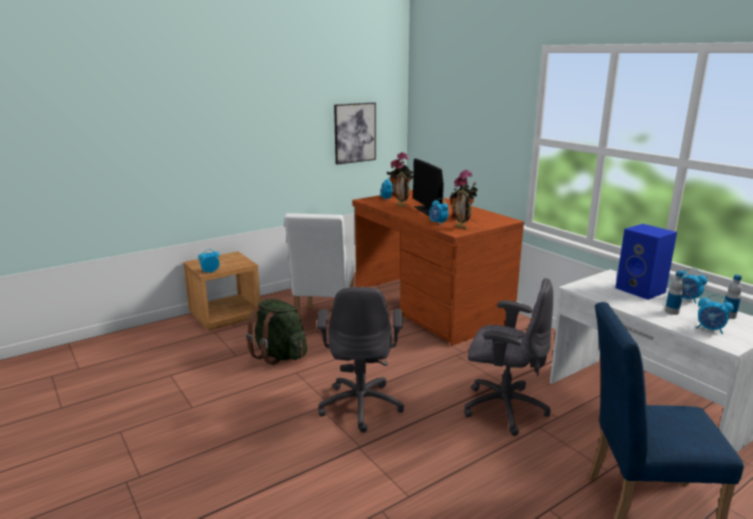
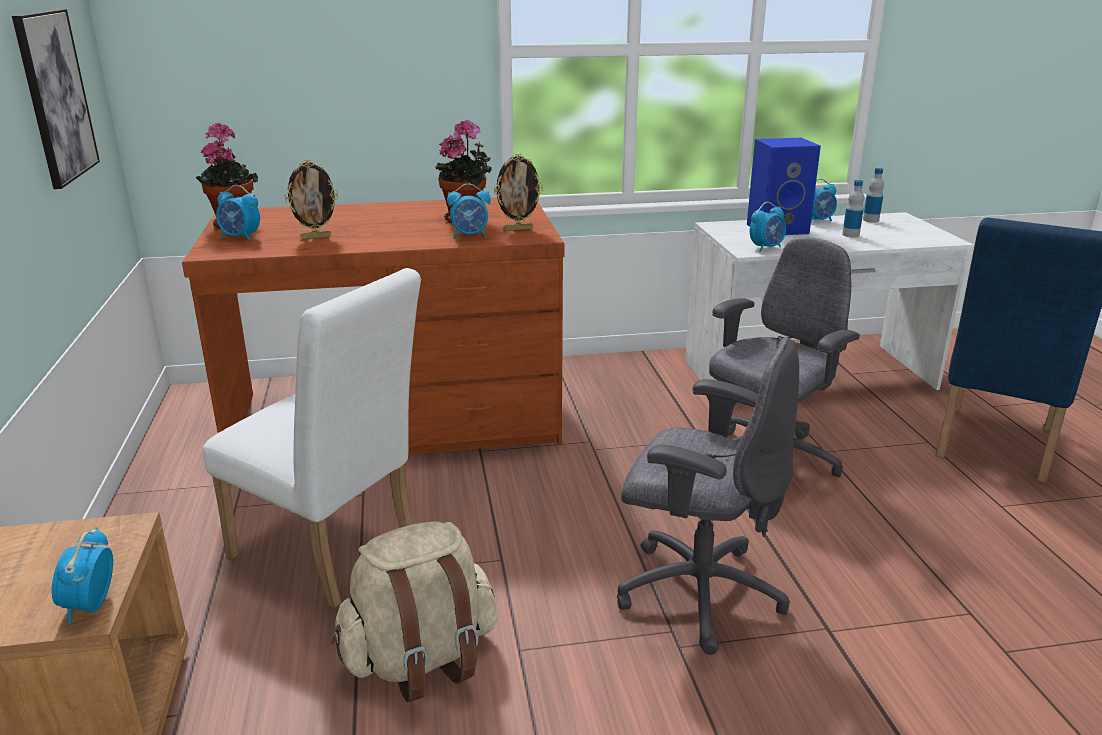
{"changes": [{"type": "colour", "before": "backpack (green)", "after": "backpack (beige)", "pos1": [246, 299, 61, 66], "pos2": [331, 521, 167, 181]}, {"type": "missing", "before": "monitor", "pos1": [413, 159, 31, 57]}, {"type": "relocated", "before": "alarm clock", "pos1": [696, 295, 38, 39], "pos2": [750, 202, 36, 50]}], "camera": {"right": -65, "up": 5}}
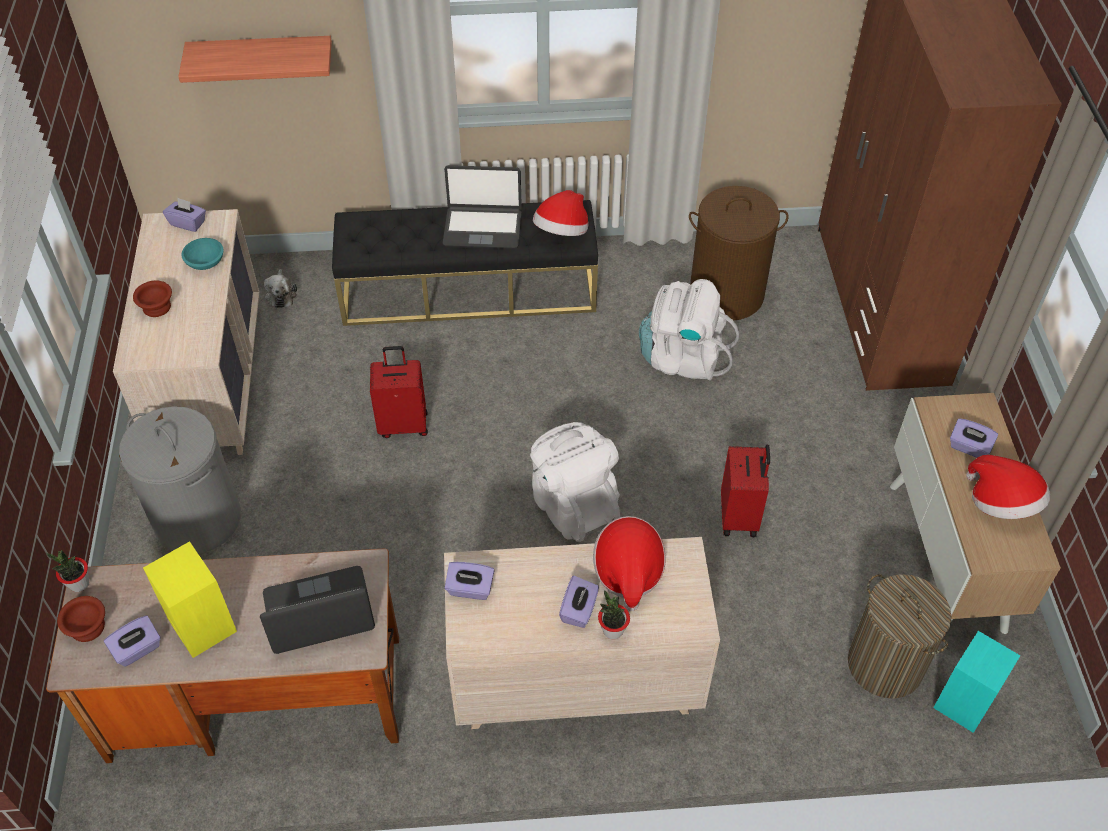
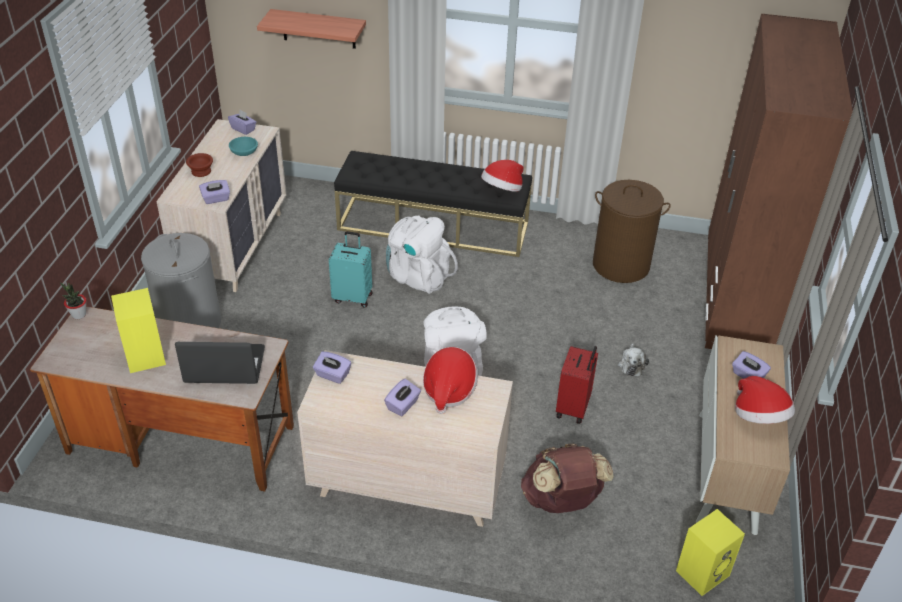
{"changes": [{"type": "missing", "before": "bowl (brown)", "pos1": [57, 596, 48, 46]}, {"type": "relocated", "before": "tissue box (purple)", "pos1": [104, 615, 57, 51], "pos2": [199, 180, 31, 24]}, {"type": "relocated", "before": "plush toy", "pos1": [264, 269, 33, 39], "pos2": [618, 343, 31, 33]}, {"type": "colour", "before": "suitcase (red)", "after": "suitcase (turquoise)", "pos1": [370, 346, 58, 92], "pos2": [329, 231, 44, 77]}, {"type": "missing", "before": "laptop", "pos1": [443, 165, 79, 84]}, {"type": "missing", "before": "potted plant", "pos1": [598, 590, 32, 49]}, {"type": "relocated", "before": "backpack (white)", "pos1": [639, 279, 100, 102], "pos2": [386, 216, 72, 78]}, {"type": "missing", "before": "laundry basket", "pos1": [848, 574, 103, 125]}, {"type": "colour", "before": "speaker (turquoise)", "after": "speaker (yellow)", "pos1": [933, 631, 87, 102], "pos2": [676, 509, 69, 87]}, {"type": "appeared", "after": "backpack (brown)", "pos2": [521, 443, 93, 70]}], "camera": {"right": 15, "up": -10}}
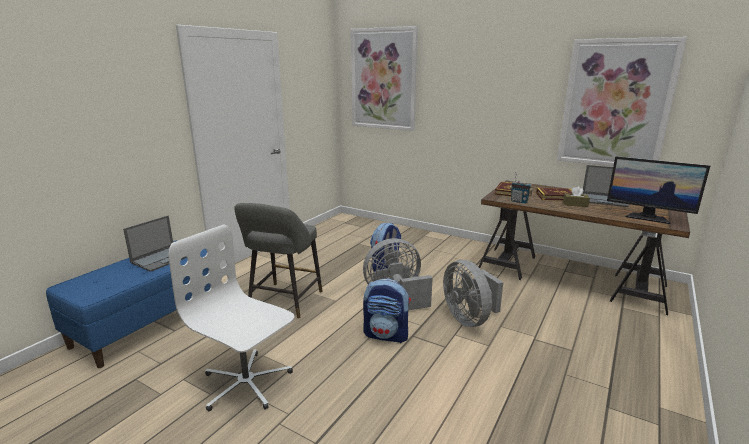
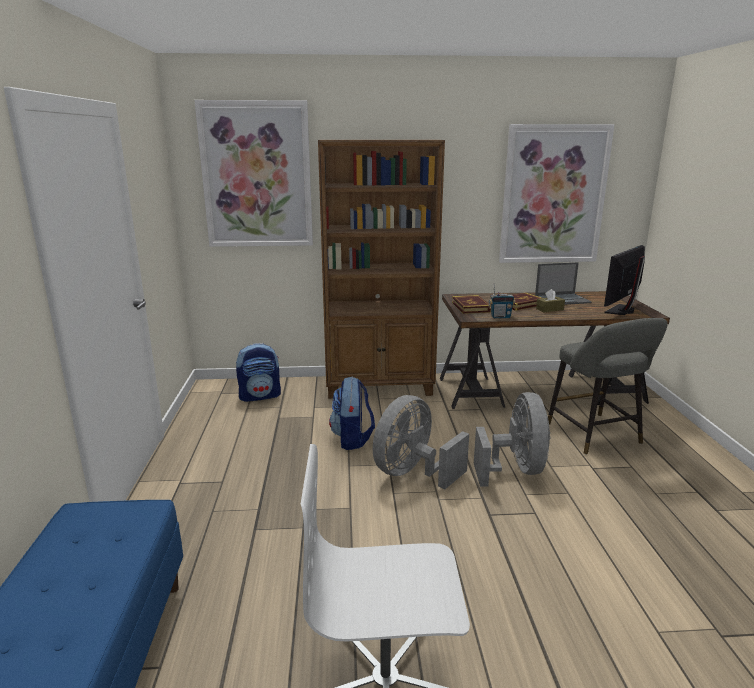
{"changes": [{"type": "missing", "before": "laptop", "pos1": [123, 215, 64, 57]}, {"type": "relocated", "before": "stool (grey)", "pos1": [234, 203, 89, 116], "pos2": [548, 318, 120, 137]}, {"type": "relocated", "before": "backpack", "pos1": [363, 278, 48, 65], "pos2": [236, 343, 45, 59]}, {"type": "spun", "before": "fan (grey)", "pos1": [443, 260, 60, 67], "pos2": [474, 392, 77, 95], "turn": -120}, {"type": "spun", "before": "monitor", "pos1": [607, 156, 103, 68], "pos2": [604, 245, 41, 70], "turn": 135}, {"type": "appeared", "after": "bookcase (brown)", "pos2": [318, 140, 127, 258]}], "camera": {"right": -35, "up": 0}}
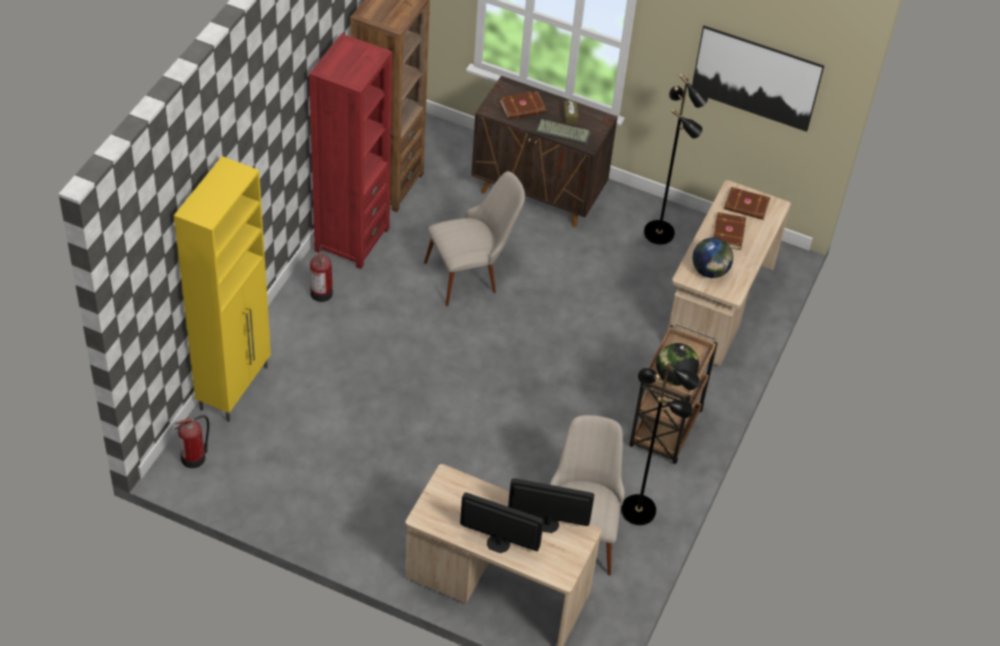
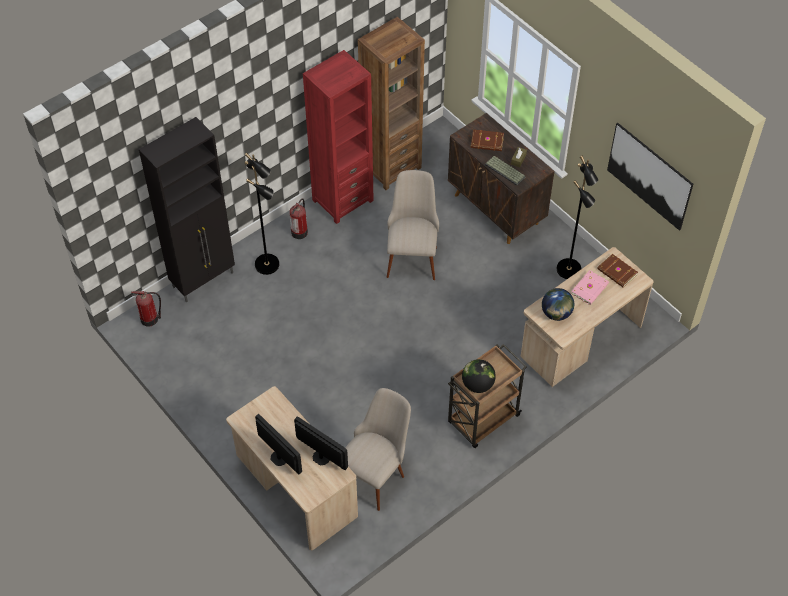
{"changes": [{"type": "colour", "before": "cabinet (yellow)", "after": "cabinet (black)", "pos1": [174, 156, 97, 266], "pos2": [139, 117, 96, 185]}, {"type": "spun", "before": "chair (beige)", "pos1": [424, 171, 101, 135], "pos2": [387, 170, 52, 110], "turn": -90}, {"type": "relocated", "before": "floor lamp (black)", "pos1": [621, 362, 79, 163], "pos2": [245, 153, 34, 122]}, {"type": "colour", "before": "book (brown)", "after": "book (pink)", "pos1": [713, 212, 33, 38], "pos2": [571, 270, 38, 35]}], "camera": {"right": 30, "up": 5}}
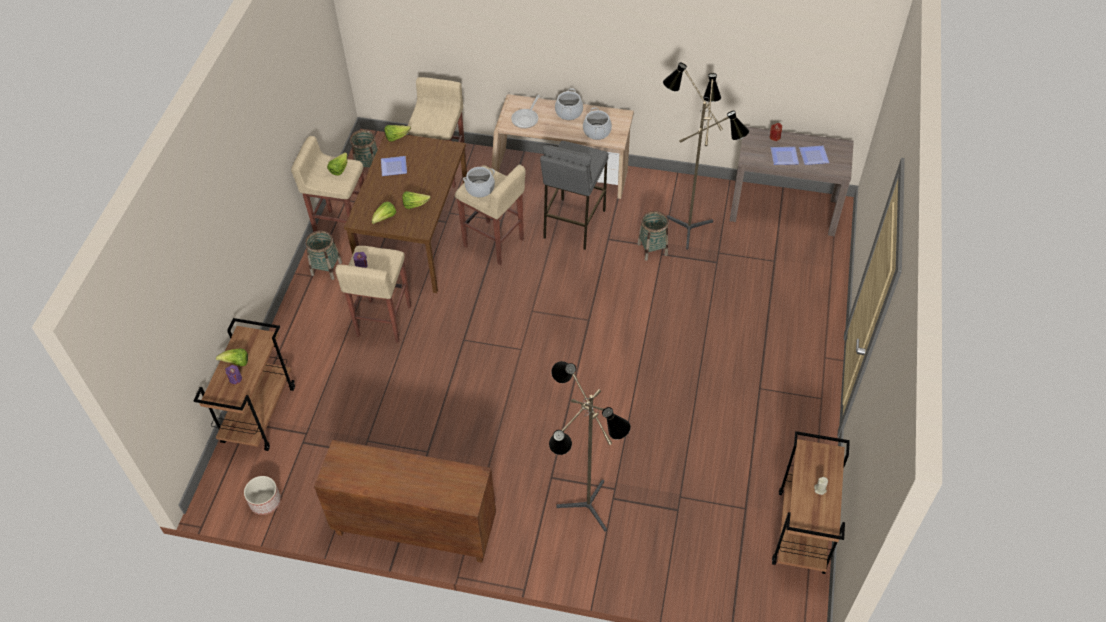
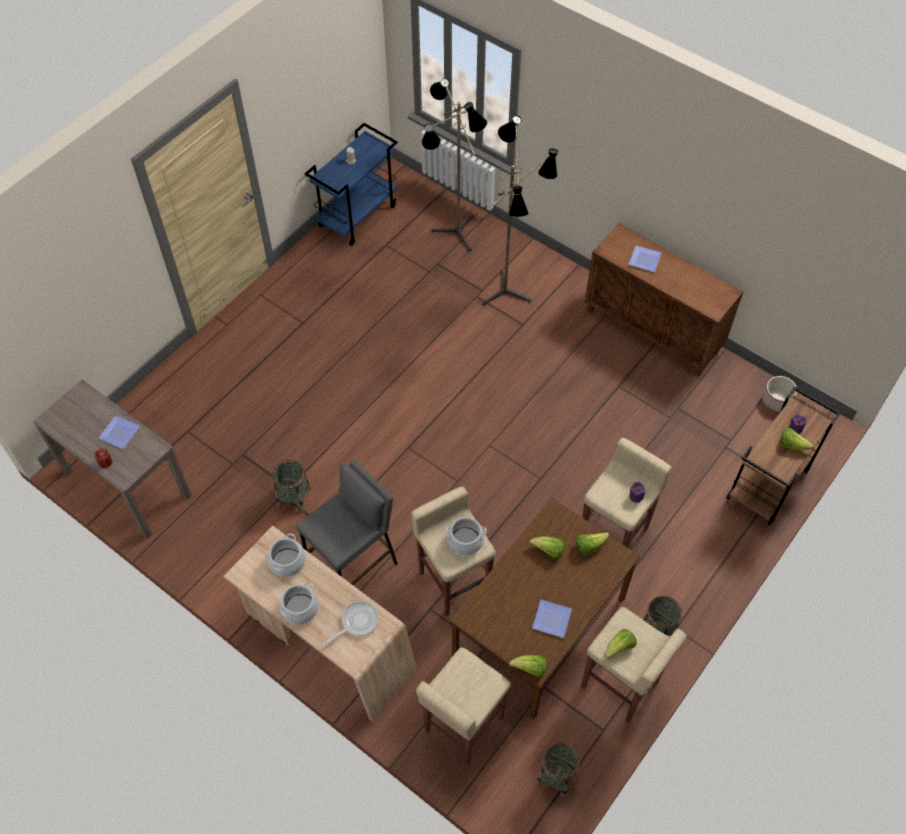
{"changes": [{"type": "relocated", "before": "floor lamp", "pos1": [663, 63, 86, 186], "pos2": [422, 78, 65, 173]}, {"type": "colour", "before": "cart (brown)", "after": "cart (blue)", "pos1": [772, 431, 78, 143], "pos2": [305, 123, 93, 123]}, {"type": "relocated", "before": "plate", "pos1": [799, 146, 30, 19], "pos2": [628, 246, 34, 26]}], "camera": {"right": -155, "up": 5}}
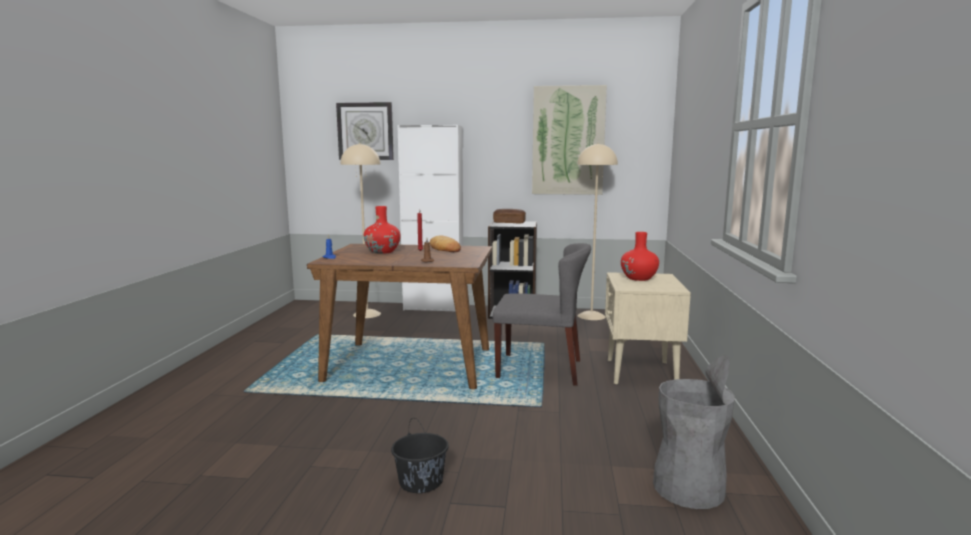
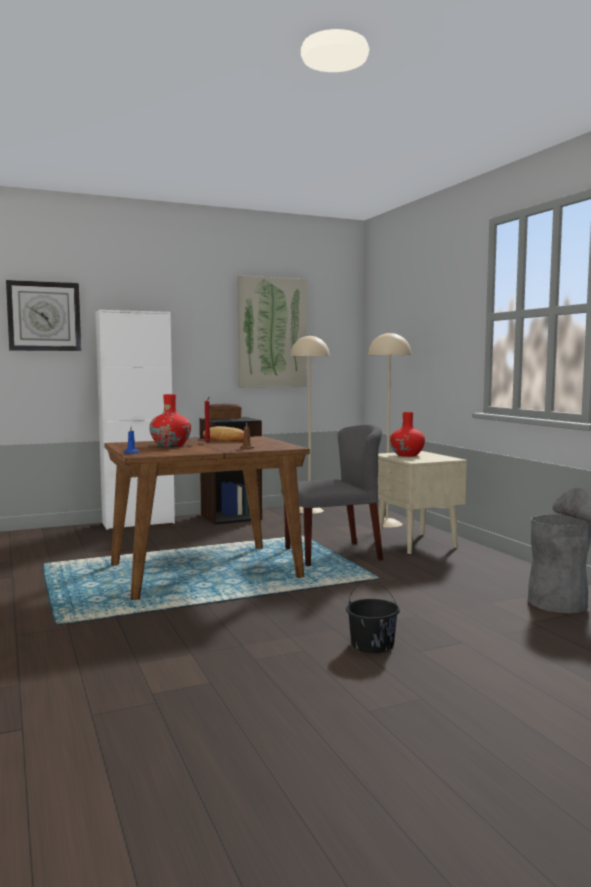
{"changes": [{"type": "relocated", "before": "floor lamp (beige)", "pos1": [340, 143, 41, 175], "pos2": [368, 332, 44, 196]}], "camera": {"right": -30, "up": -5}}
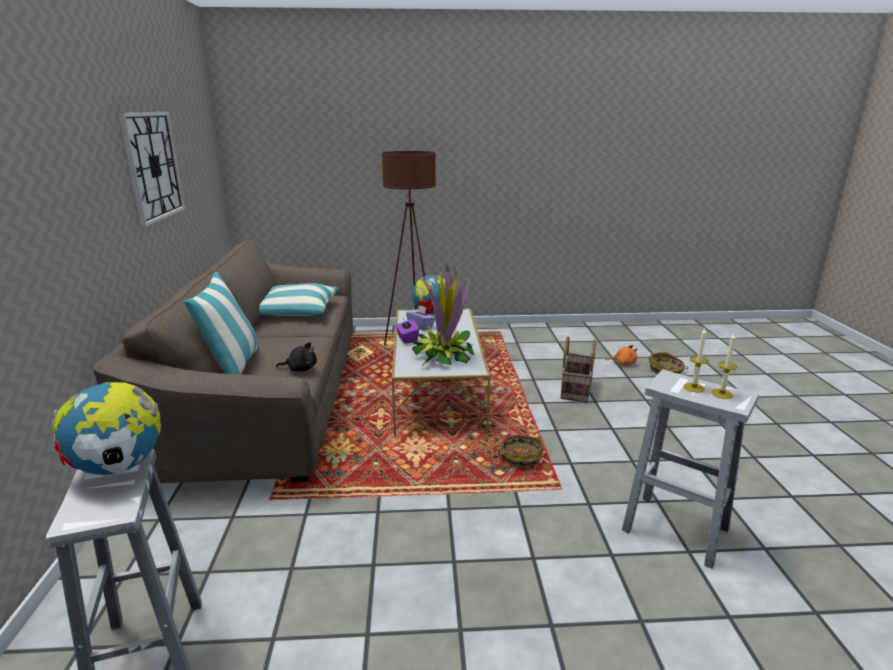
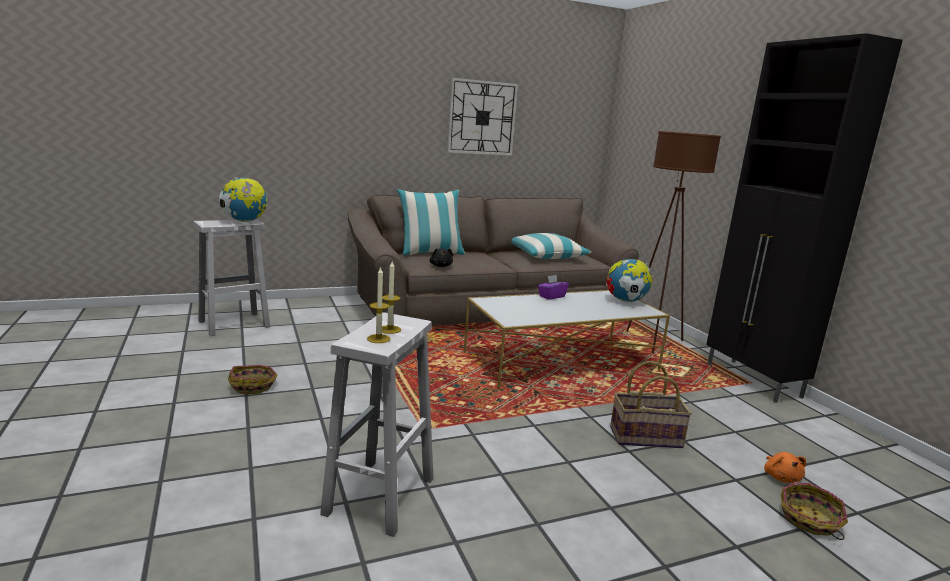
{"changes": [{"type": "missing", "before": "tissue box (purple)", "pos1": [406, 305, 29, 26]}, {"type": "missing", "before": "potted plant", "pos1": [411, 264, 64, 103]}, {"type": "relocated", "before": "basket", "pos1": [494, 434, 49, 34], "pos2": [228, 365, 50, 30]}, {"type": "appeared", "after": "cabinet (black)", "pos2": [706, 33, 197, 370]}], "camera": {"right": 70, "up": -5}}
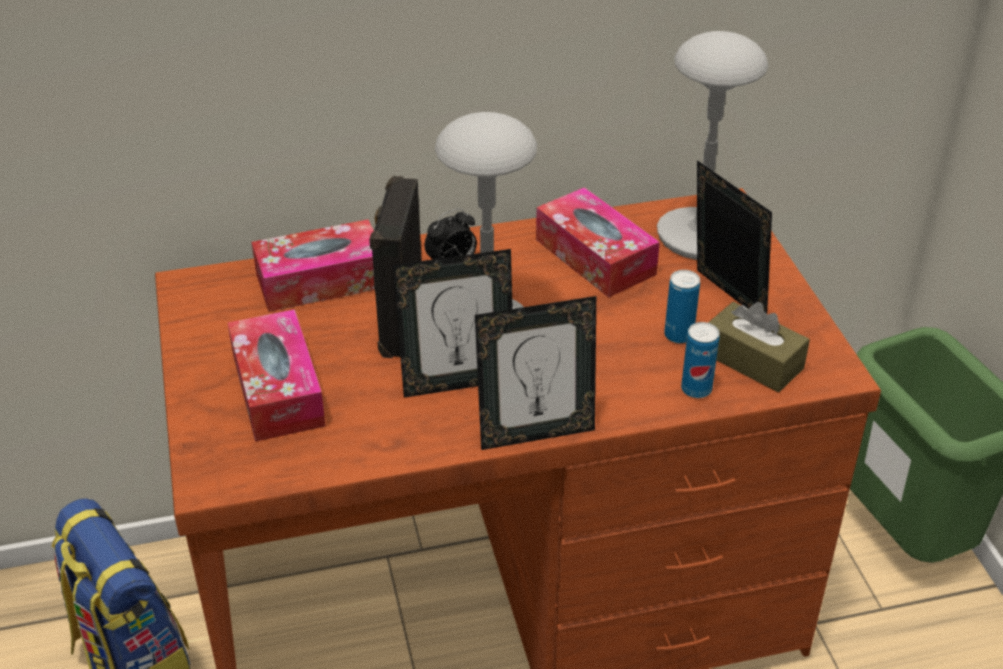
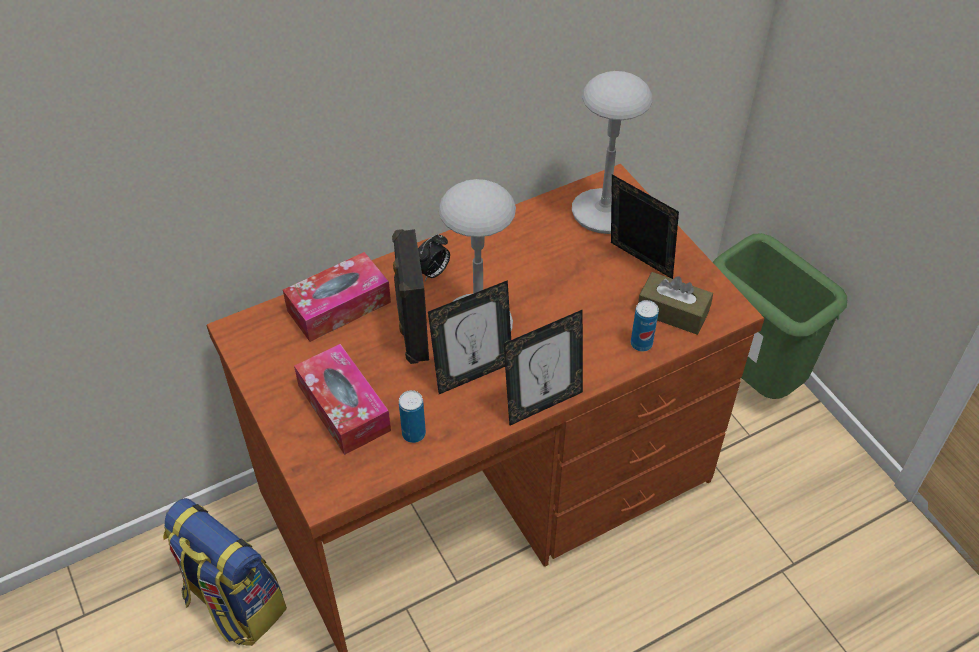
{"changes": [{"type": "missing", "before": "tissue box", "pos1": [536, 187, 124, 111]}, {"type": "relocated", "before": "can", "pos1": [664, 270, 36, 73], "pos2": [399, 390, 27, 53]}], "camera": {"right": -15, "up": 10}}
